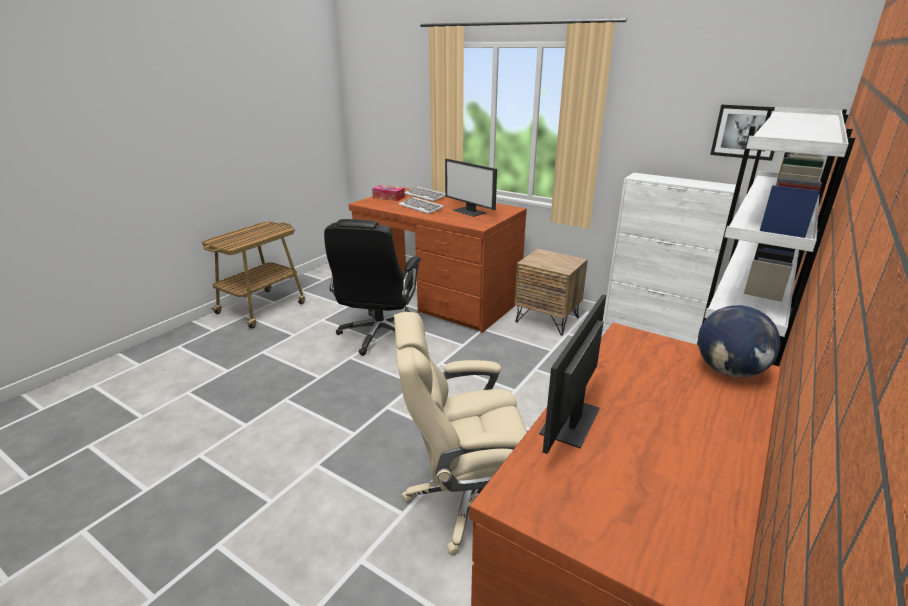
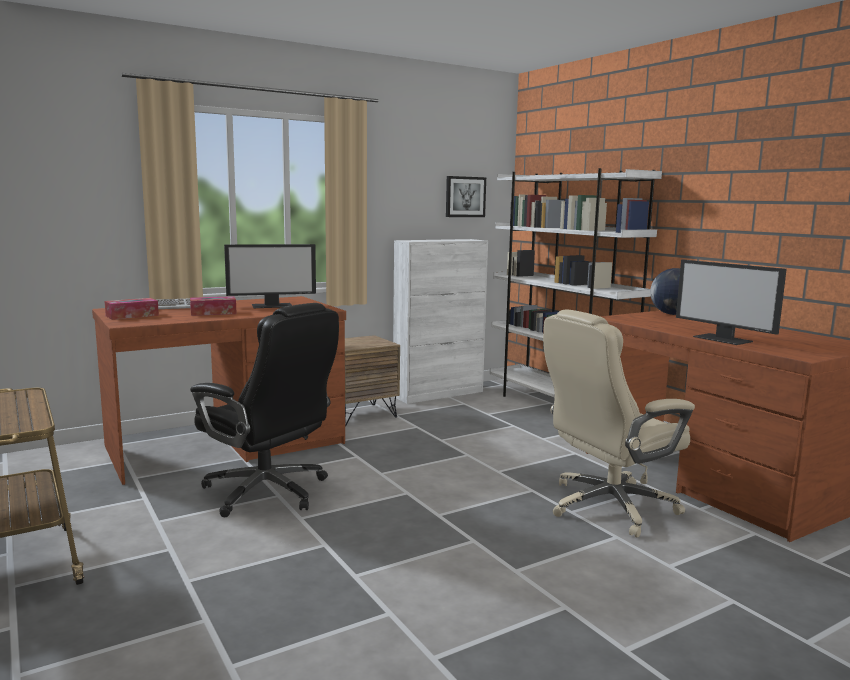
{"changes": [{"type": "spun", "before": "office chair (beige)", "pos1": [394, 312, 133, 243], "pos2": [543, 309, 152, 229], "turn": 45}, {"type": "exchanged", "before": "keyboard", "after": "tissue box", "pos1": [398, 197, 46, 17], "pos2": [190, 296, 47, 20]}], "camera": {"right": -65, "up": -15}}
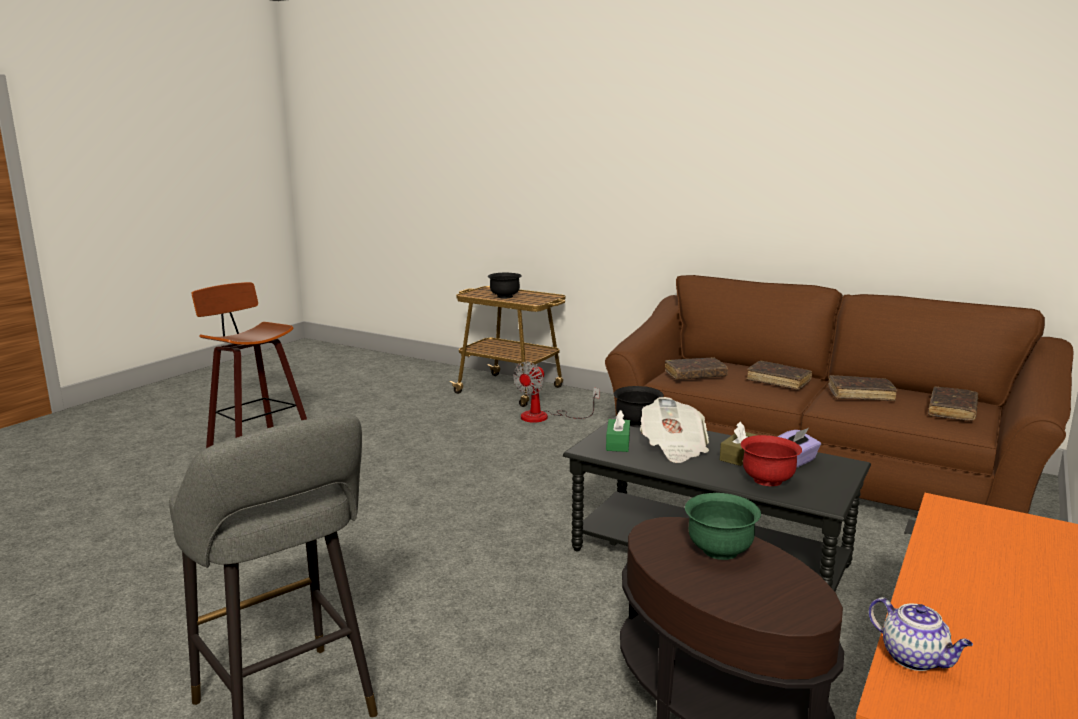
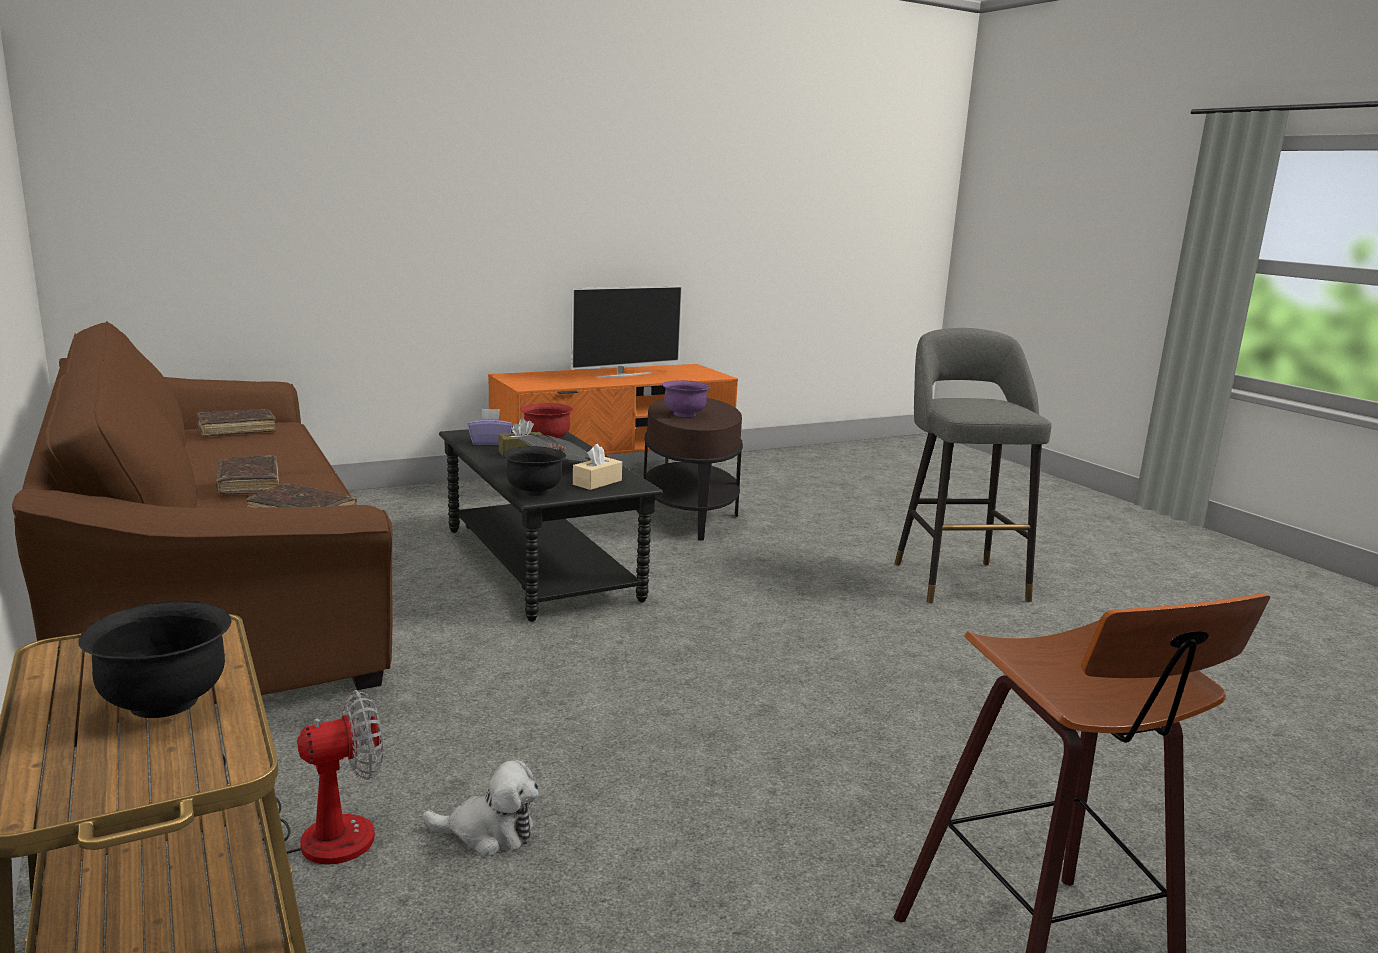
{"changes": [{"type": "colour", "before": "tissue box (green)", "after": "tissue box (beige)", "pos1": [606, 410, 24, 42], "pos2": [573, 444, 49, 46]}, {"type": "colour", "before": "bowl (green)", "after": "bowl (purple)", "pos1": [685, 493, 76, 67], "pos2": [662, 380, 48, 37]}, {"type": "missing", "before": "book (brown)", "pos1": [828, 375, 70, 26]}, {"type": "missing", "before": "teapot", "pos1": [869, 597, 104, 74]}, {"type": "appeared", "after": "plush toy", "pos2": [422, 760, 117, 96]}, {"type": "appeared", "after": "television", "pos2": [571, 286, 111, 92]}], "camera": {"right": -150, "up": 0}}
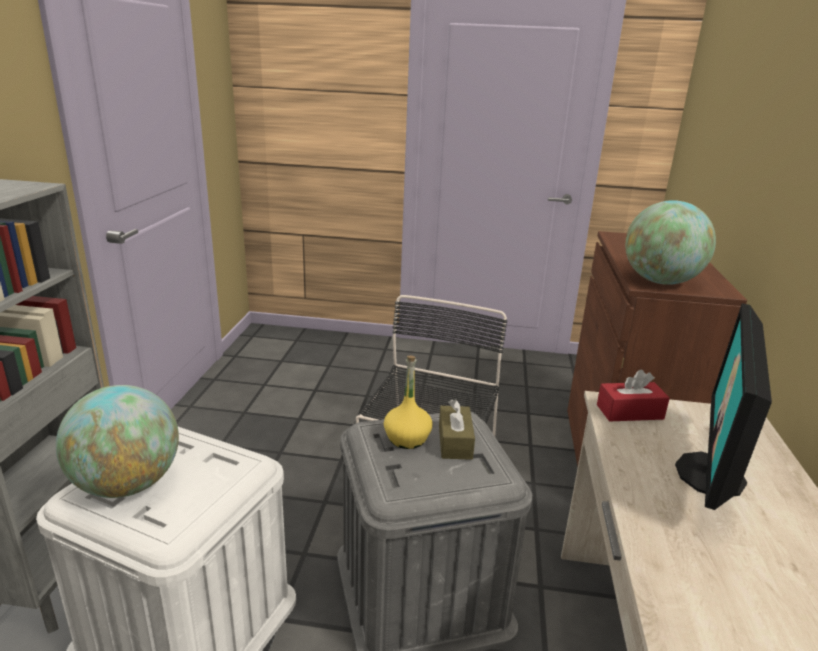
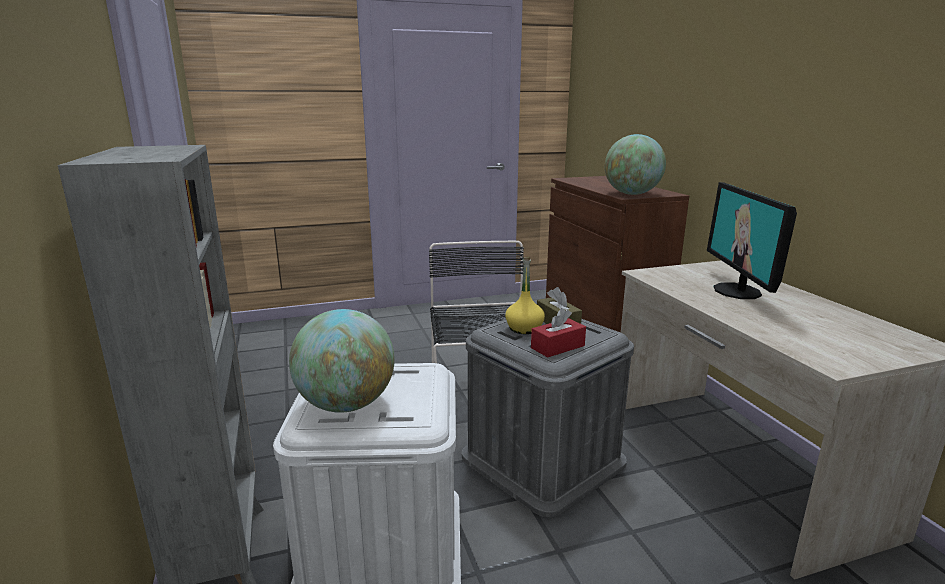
{"changes": [{"type": "relocated", "before": "tissue box (red)", "pos1": [597, 370, 73, 52], "pos2": [531, 308, 55, 49]}], "camera": {"right": -25, "up": -5}}
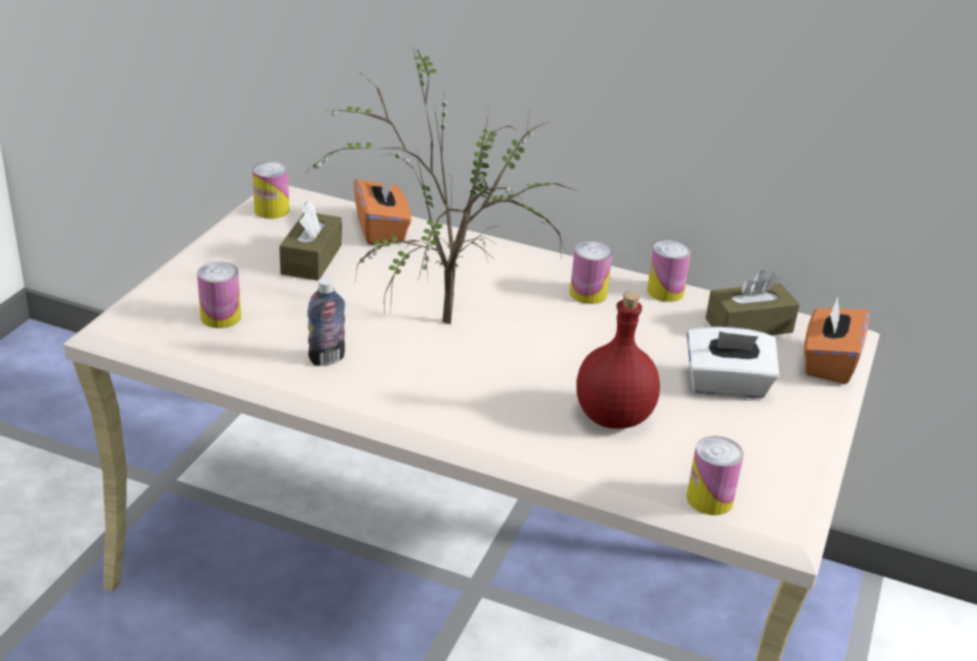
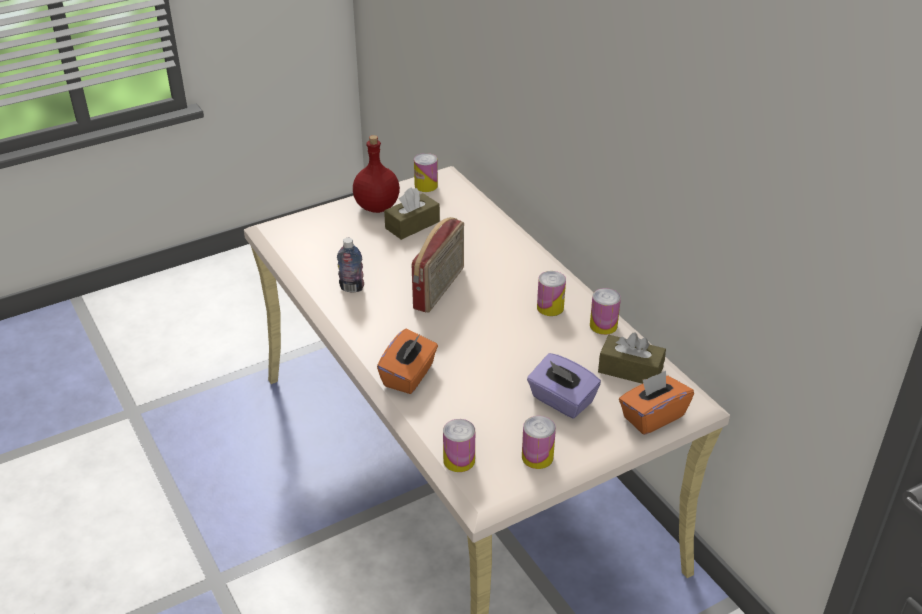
{"changes": [{"type": "relocated", "before": "can", "pos1": [197, 262, 44, 66], "pos2": [522, 416, 34, 53]}, {"type": "exchanged", "before": "potted plant", "after": "radio", "pos1": [310, 48, 269, 276], "pos2": [412, 217, 52, 96]}, {"type": "relocated", "before": "tissue box (orange)", "pos1": [354, 172, 57, 73], "pos2": [377, 329, 61, 65]}, {"type": "relocated", "before": "bottle (red)", "pos1": [576, 292, 84, 137], "pos2": [353, 135, 47, 78]}, {"type": "colour", "before": "tissue box (white)", "after": "tissue box (purple)", "pos1": [687, 327, 92, 71], "pos2": [527, 353, 74, 66]}], "camera": {"right": 40, "up": 5}}
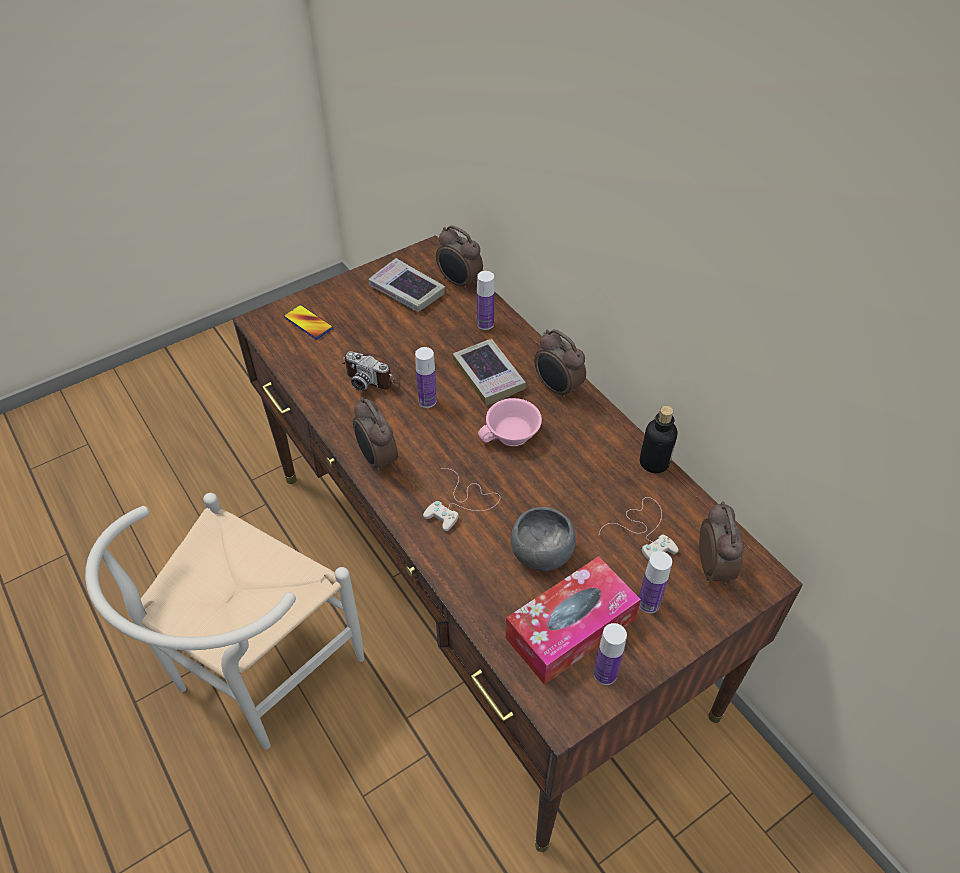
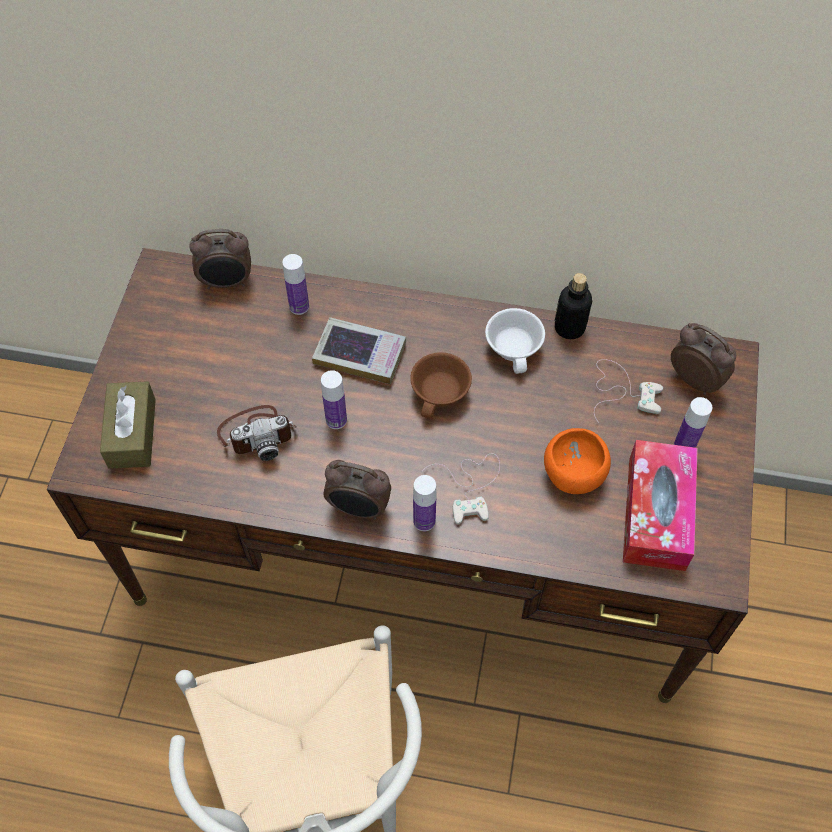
{"changes": [{"type": "exchanged", "before": "phone", "after": "tissue box (brown)", "pos1": [284, 305, 49, 34], "pos2": [100, 381, 56, 88]}, {"type": "missing", "before": "book", "pos1": [369, 258, 76, 54]}, {"type": "colour", "before": "cup (pink)", "after": "cup (brown)", "pos1": [478, 398, 64, 48], "pos2": [410, 352, 62, 66]}, {"type": "colour", "before": "bowl (grey)", "after": "bowl (orange)", "pos1": [511, 507, 65, 64], "pos2": [544, 428, 67, 66]}, {"type": "missing", "before": "alarm clock", "pos1": [534, 329, 52, 71]}, {"type": "relocated", "before": "bottle", "pos1": [594, 623, 33, 62], "pos2": [413, 475, 24, 56]}, {"type": "appeared", "after": "cup (white)", "pos2": [485, 308, 60, 66]}], "camera": {"right": -45, "up": 10}}
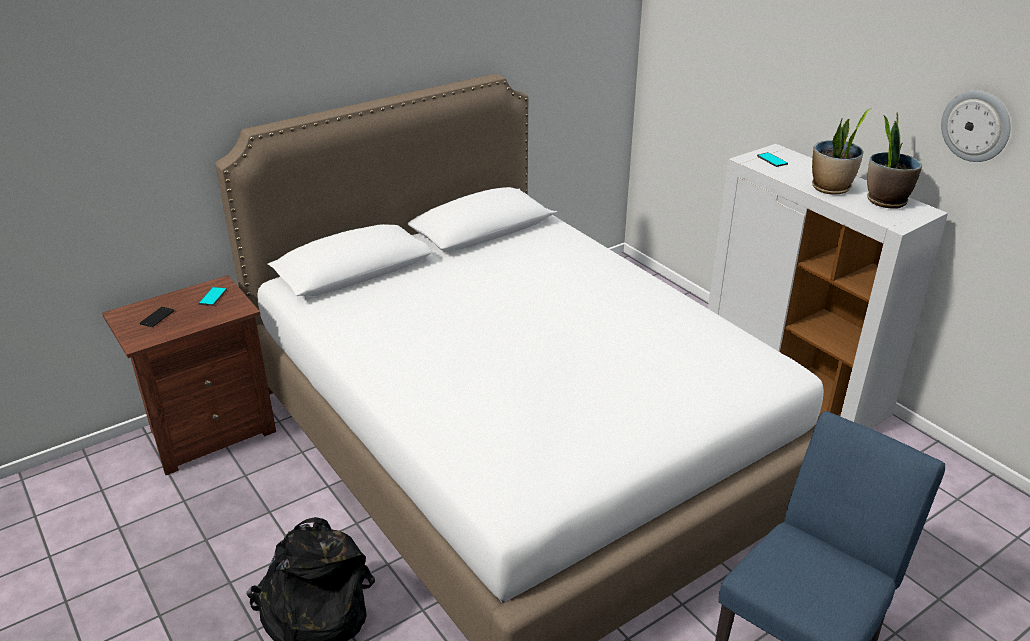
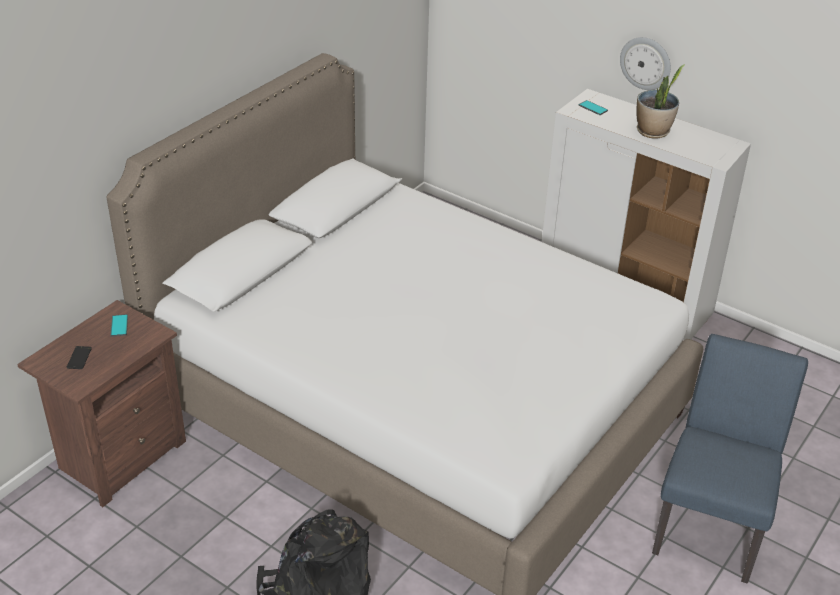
{"changes": [{"type": "missing", "before": "potted plant", "pos1": [867, 112, 55, 97]}, {"type": "relocated", "before": "wall clock", "pos1": [941, 91, 70, 71], "pos2": [620, 37, 51, 53]}], "camera": {"right": -20, "up": 5}}
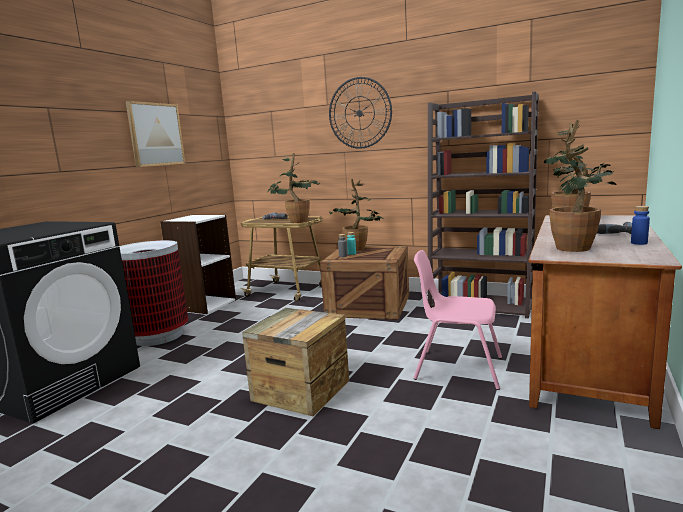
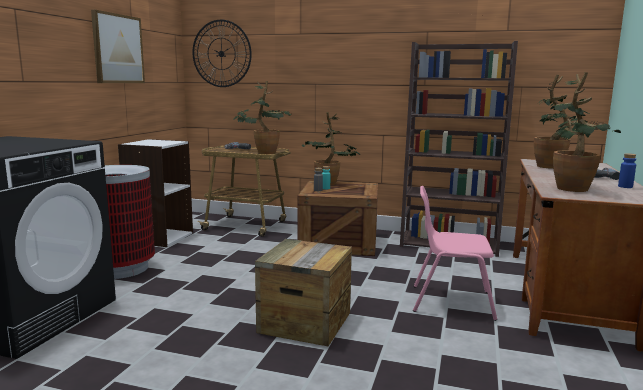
{"changes": [{"type": "relocated", "before": "wall clock", "pos1": [329, 77, 63, 72], "pos2": [192, 20, 60, 67]}], "camera": {"right": -10, "up": 0}}
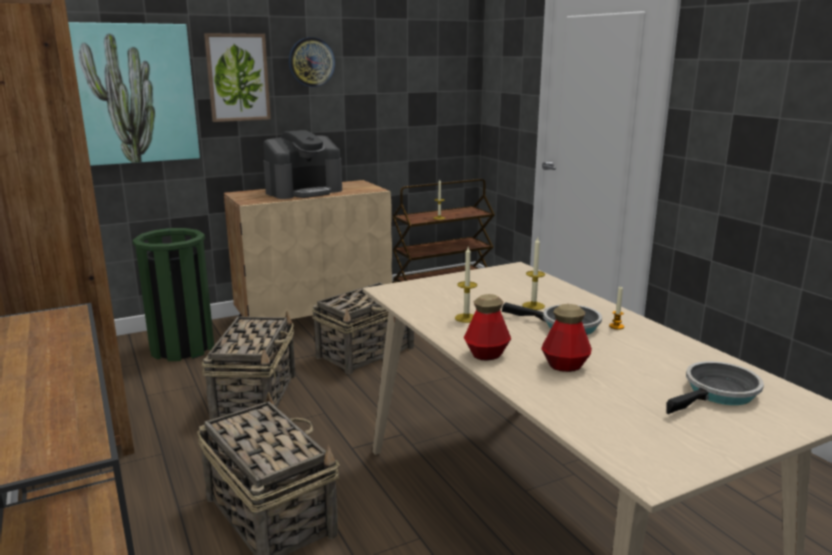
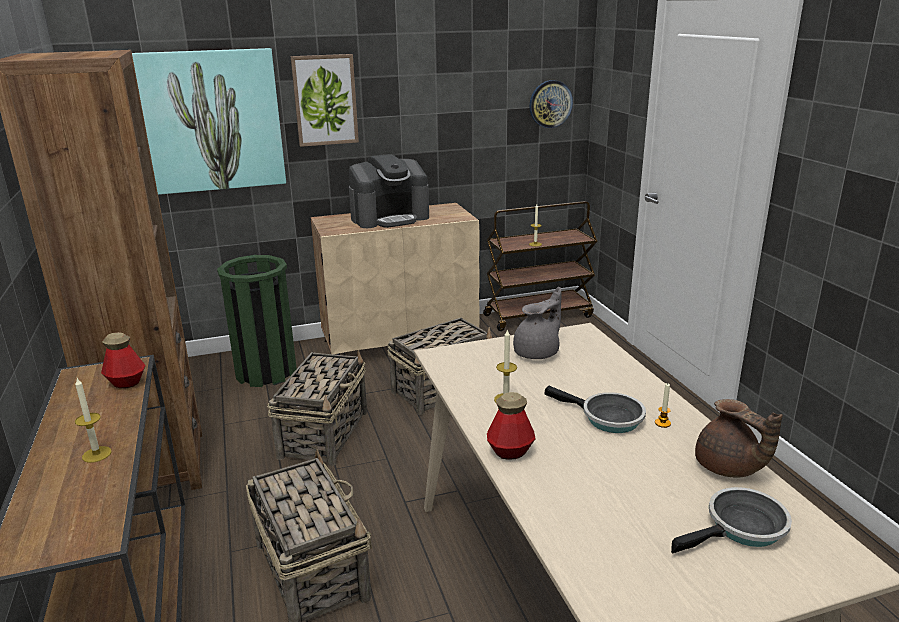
{"changes": [{"type": "relocated", "before": "wall clock", "pos1": [289, 37, 46, 50], "pos2": [529, 80, 44, 48]}, {"type": "relocated", "before": "candle", "pos1": [523, 238, 22, 72], "pos2": [75, 378, 37, 85]}, {"type": "relocated", "before": "bottle", "pos1": [541, 304, 51, 68], "pos2": [101, 332, 45, 56]}, {"type": "appeared", "after": "teapot (grey)", "pos2": [513, 287, 48, 72]}, {"type": "appeared", "after": "teapot (brown)", "pos2": [695, 399, 88, 78]}], "camera": {"right": 10, "up": 5}}
